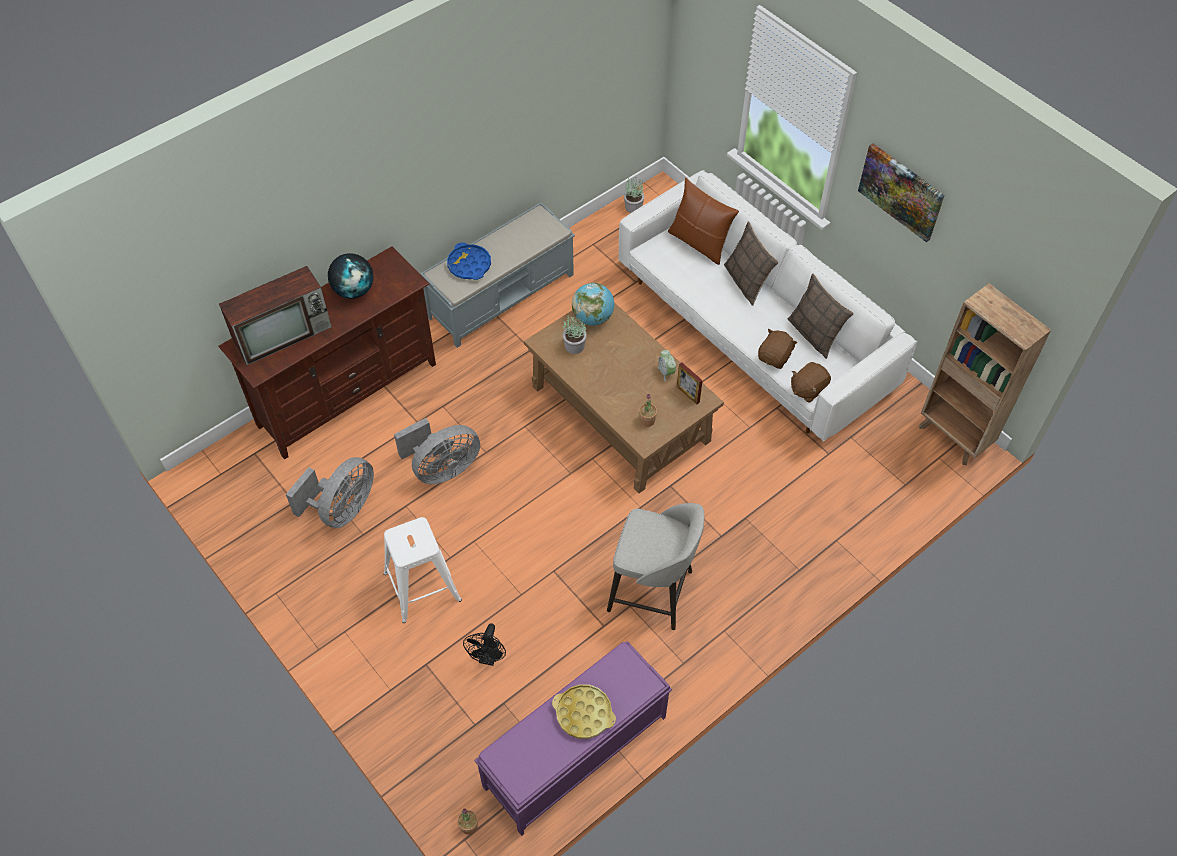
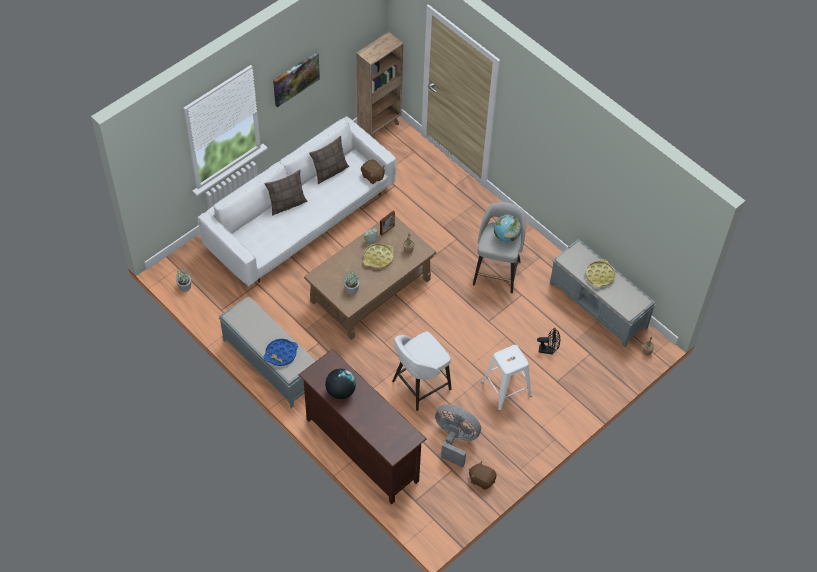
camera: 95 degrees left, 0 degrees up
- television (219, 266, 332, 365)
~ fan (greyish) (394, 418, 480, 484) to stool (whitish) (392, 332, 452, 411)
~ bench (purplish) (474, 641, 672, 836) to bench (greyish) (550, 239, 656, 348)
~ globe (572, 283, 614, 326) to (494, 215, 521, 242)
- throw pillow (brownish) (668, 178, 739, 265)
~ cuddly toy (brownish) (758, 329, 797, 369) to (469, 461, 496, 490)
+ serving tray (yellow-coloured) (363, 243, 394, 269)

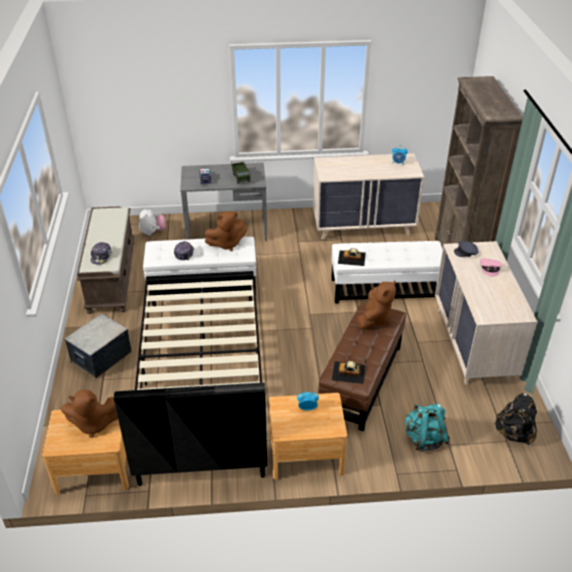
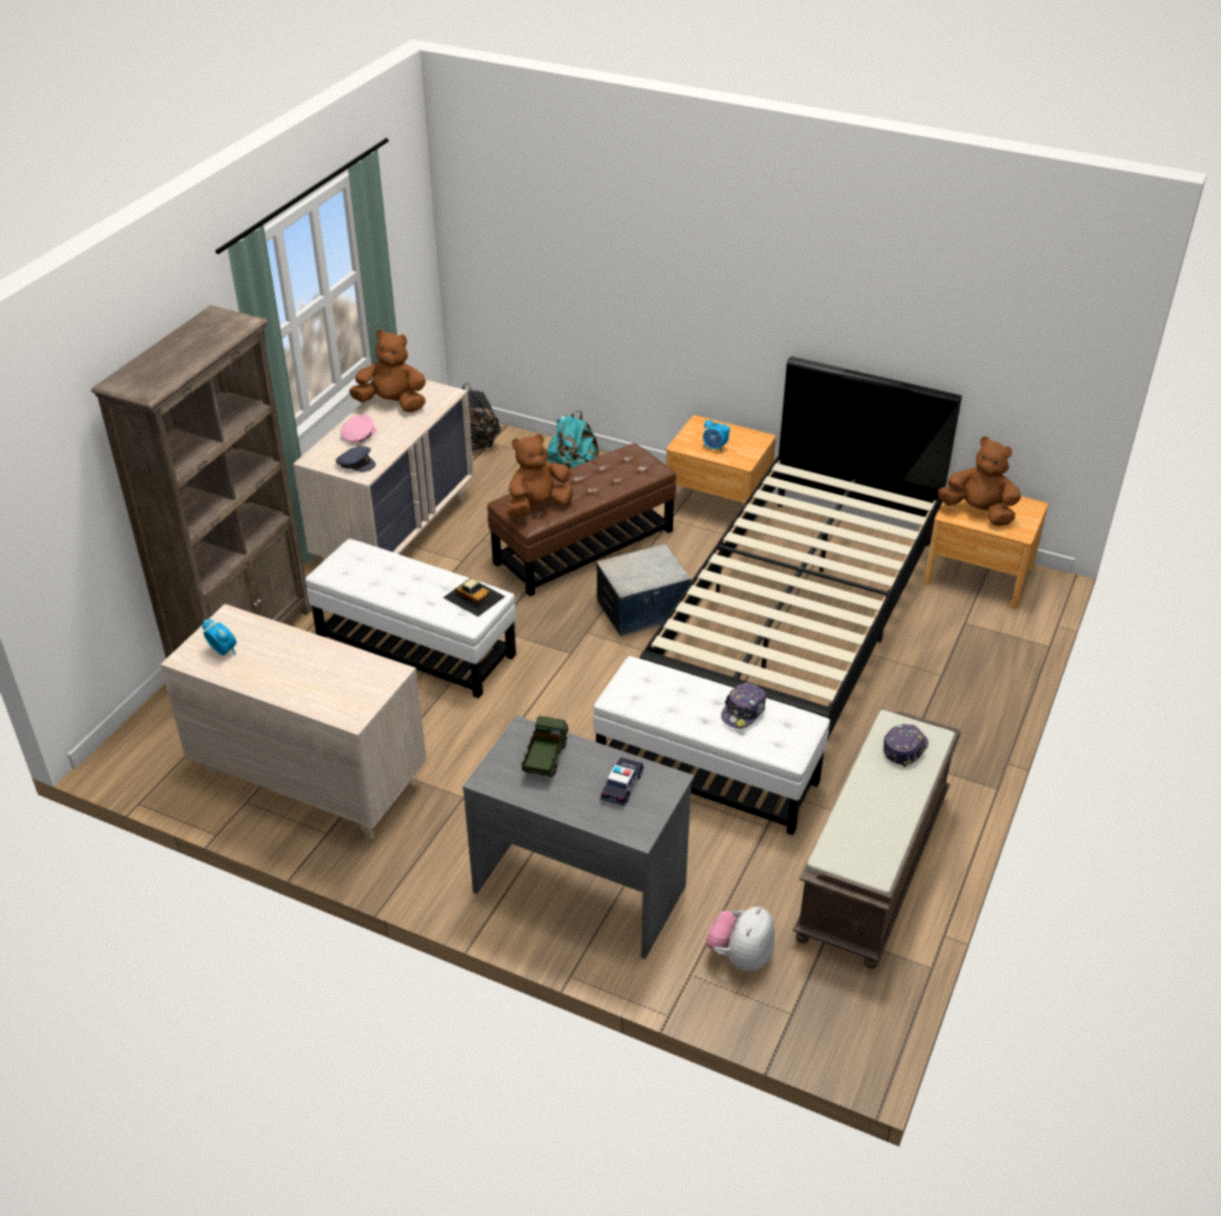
camera: 150 degrees left, 0 degrees up
~ storage bin (64, 313, 132, 378) to (596, 544, 691, 636)
~ cuddly toy (brownish) (205, 211, 247, 251) to (349, 330, 426, 412)
- miniature car (332, 361, 366, 384)

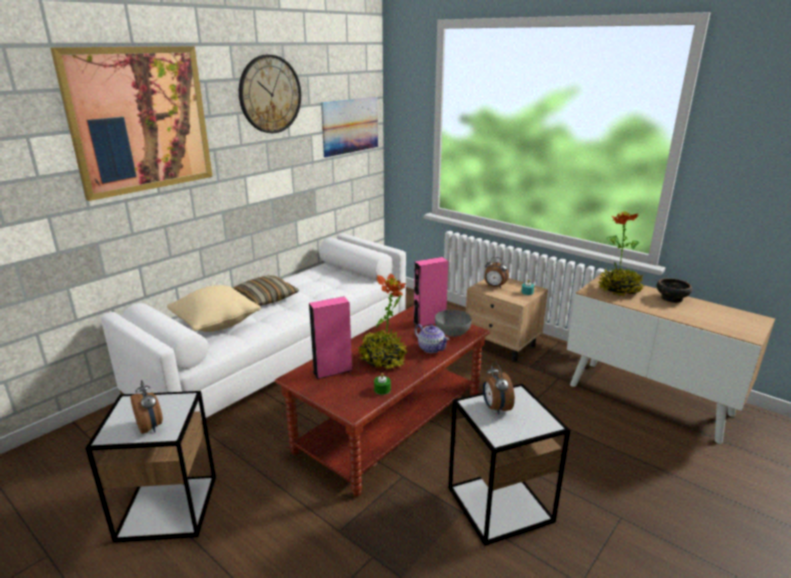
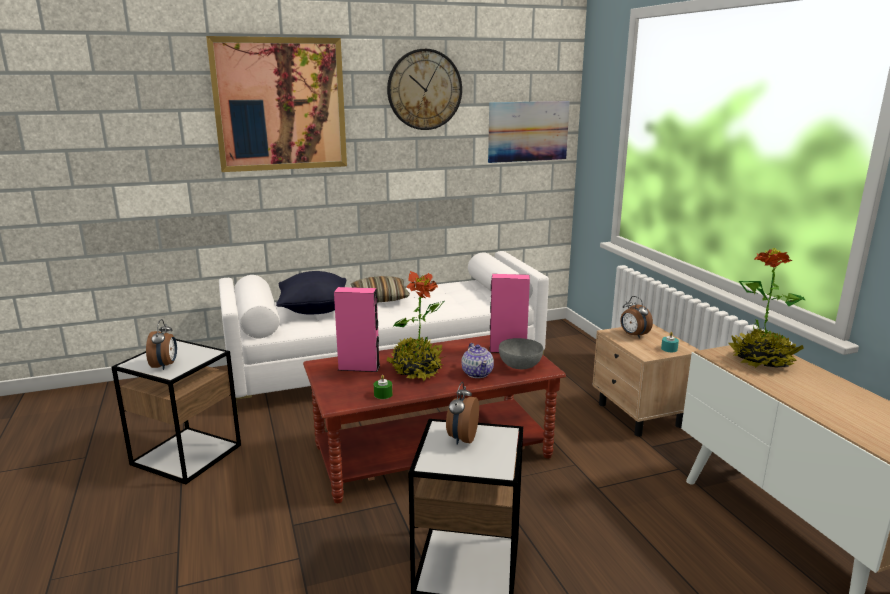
camera: 30 degrees right, 5 degrees down
~ throw pillow (beige) (167, 285, 261, 332) to throw pillow (blackish) (276, 271, 346, 314)
- serving bowl (657, 278, 692, 303)

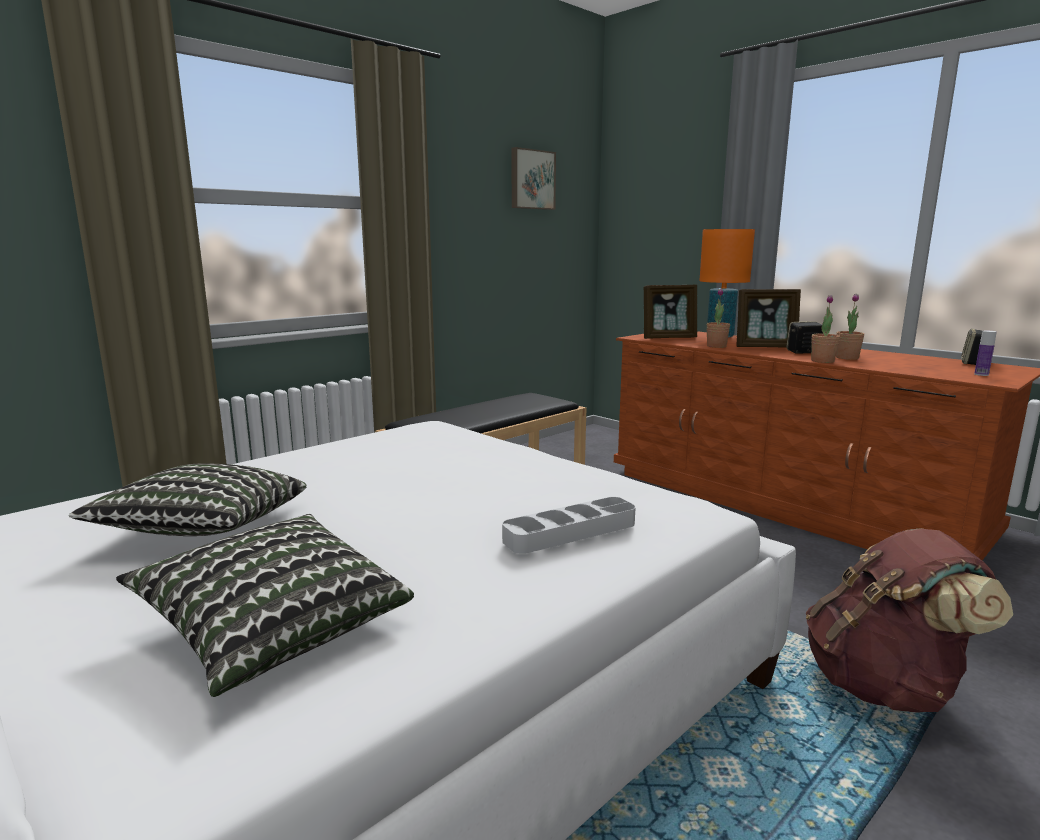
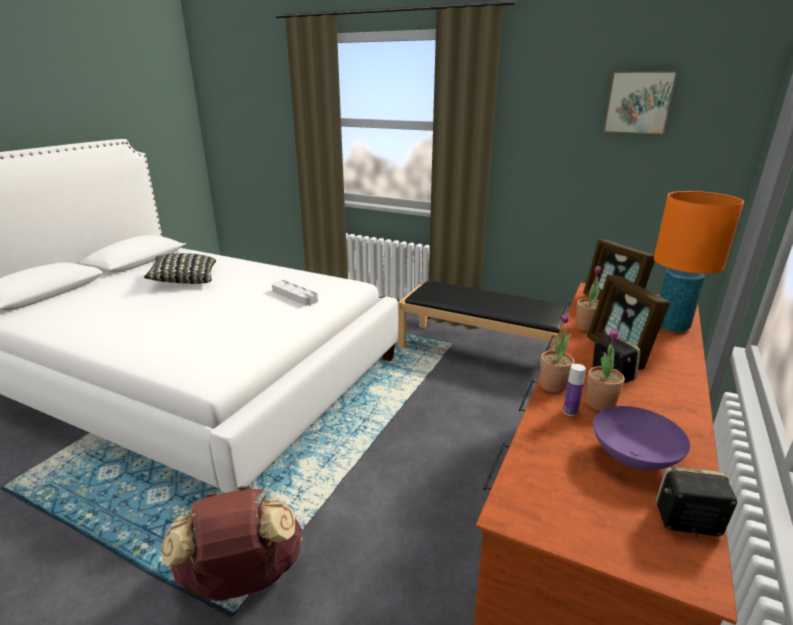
camera: 70 degrees right, 10 degrees up
- throw pillow (116, 514, 414, 697)
~ serving tray (greyish) (502, 497, 636, 554) to (272, 280, 318, 306)
~ drink bottle (974, 330, 997, 376) to (563, 364, 586, 416)
+ serving bowl (purplish) (593, 406, 690, 470)

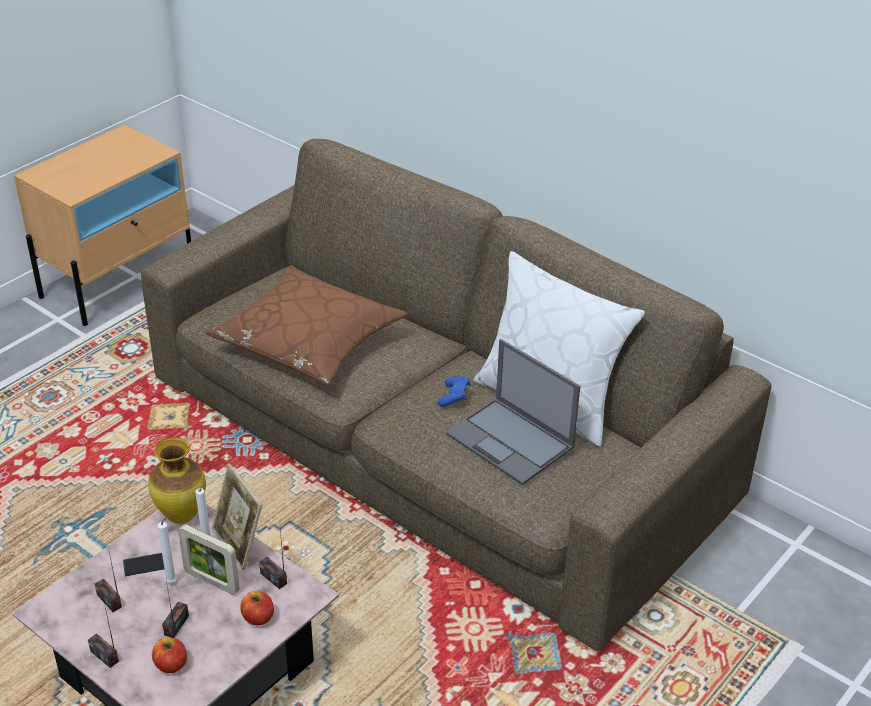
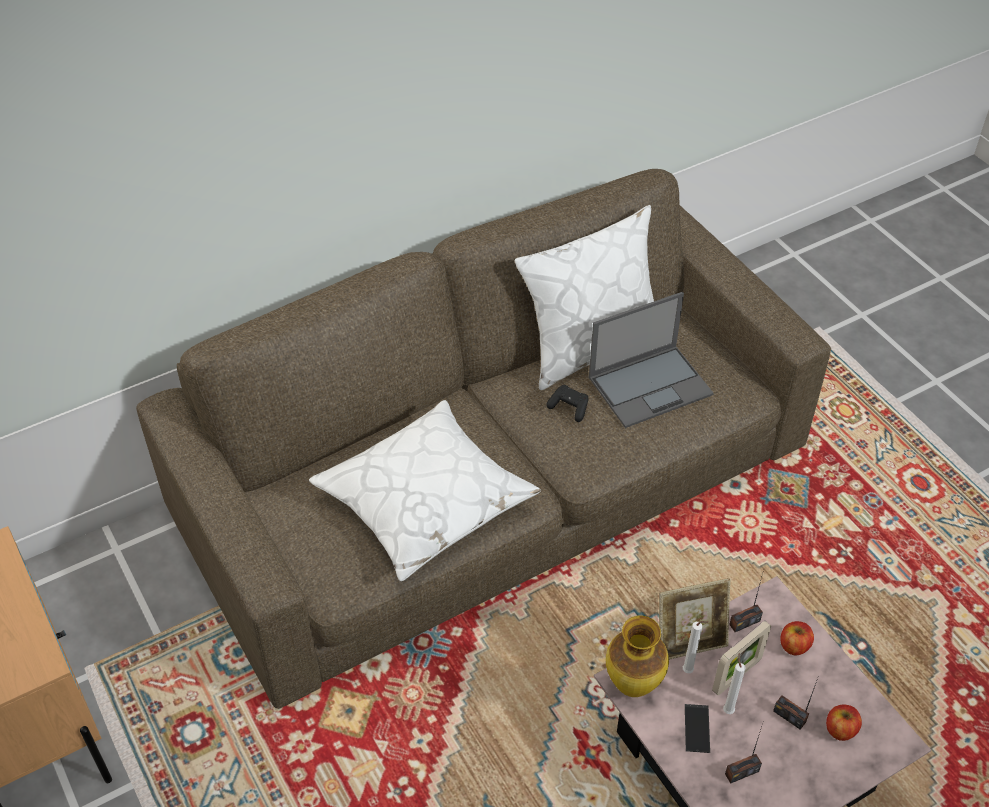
camera: 70 degrees left, 10 degrees up
- radio receiver (88, 603, 119, 668)
~ throw pillow (brownish) (205, 268, 408, 385) to throw pillow (whitish) (309, 400, 541, 581)
~ joypad (blue) (438, 377, 471, 407) to joypad (blackish) (546, 385, 588, 422)

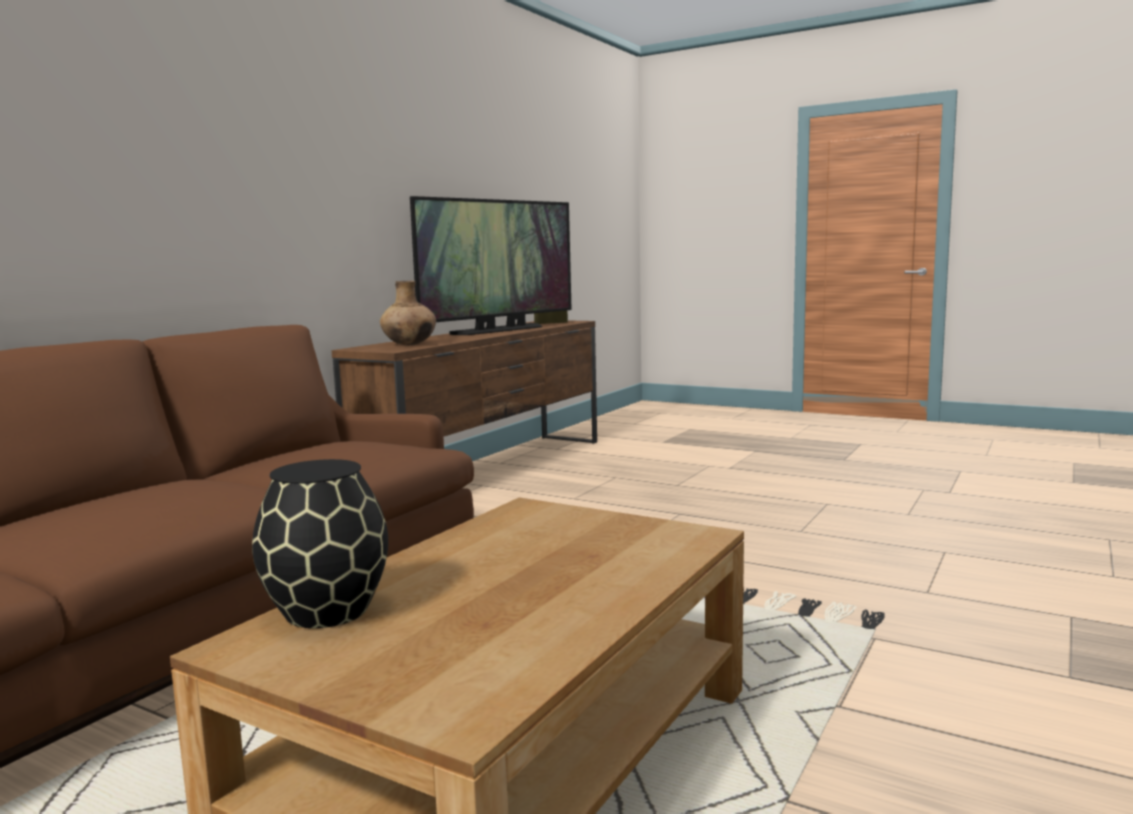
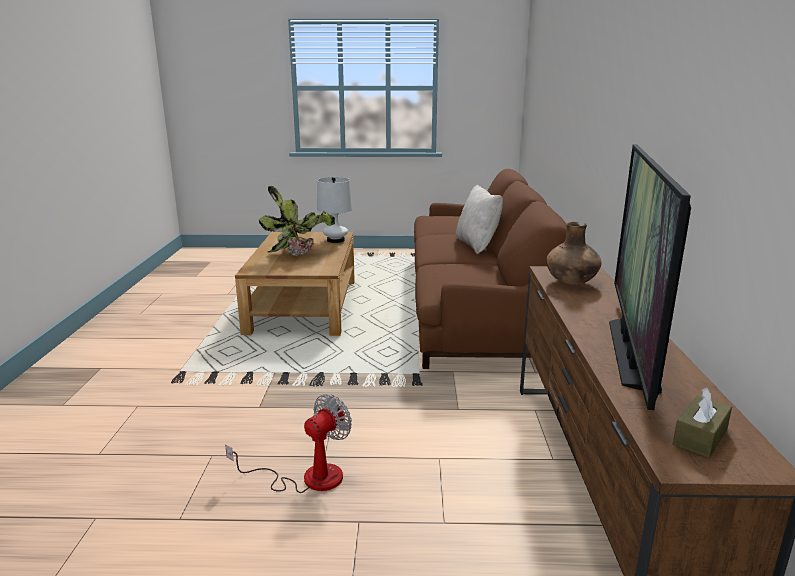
camera: 150 degrees right, 10 degrees up
~ vase (blackish) (252, 459, 388, 628) to lamp for a table (whitish) (317, 177, 352, 243)
+ fan (225, 394, 352, 493)
+ plant in a pot (259, 186, 335, 256)
+ throw pillow (beige) (456, 185, 503, 254)

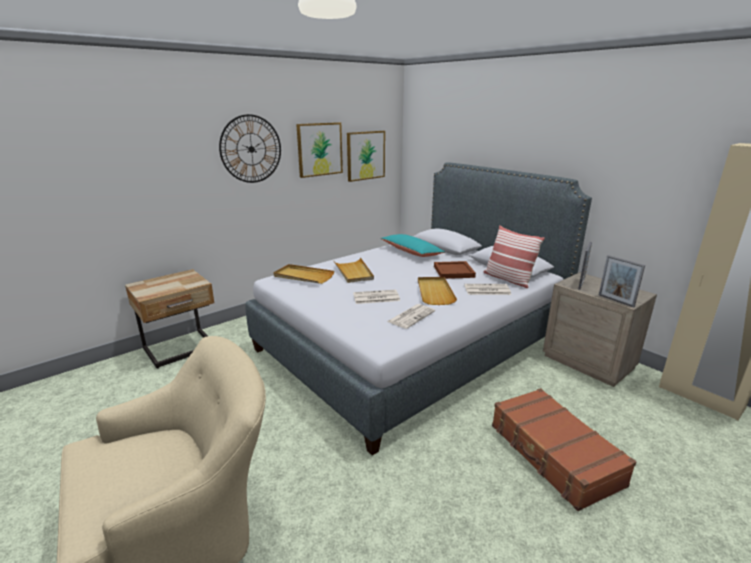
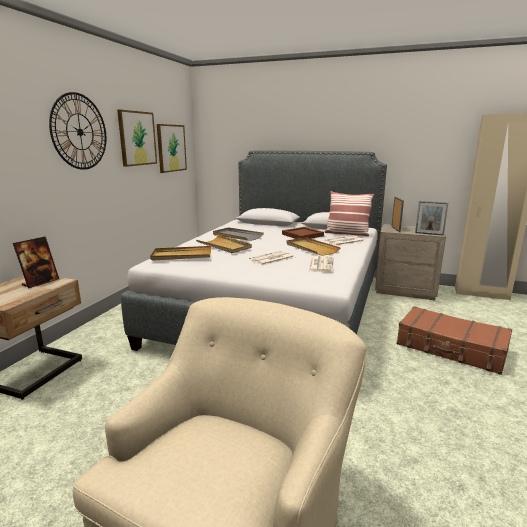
camera: 30 degrees left, 5 degrees down
- throw pillow (turquoise-coloured) (381, 234, 445, 257)
+ photo frame (13, 236, 59, 288)
+ serving tray (greyish) (213, 227, 264, 241)

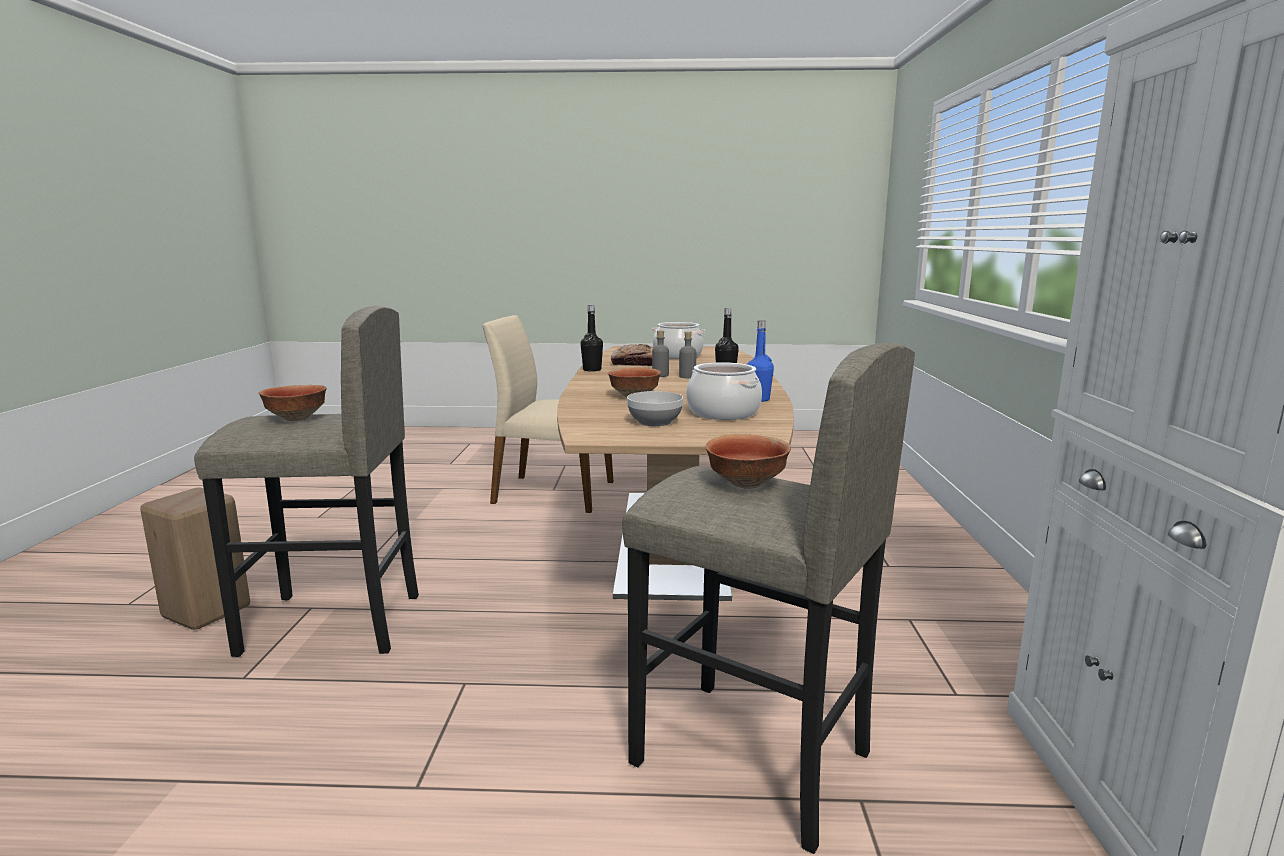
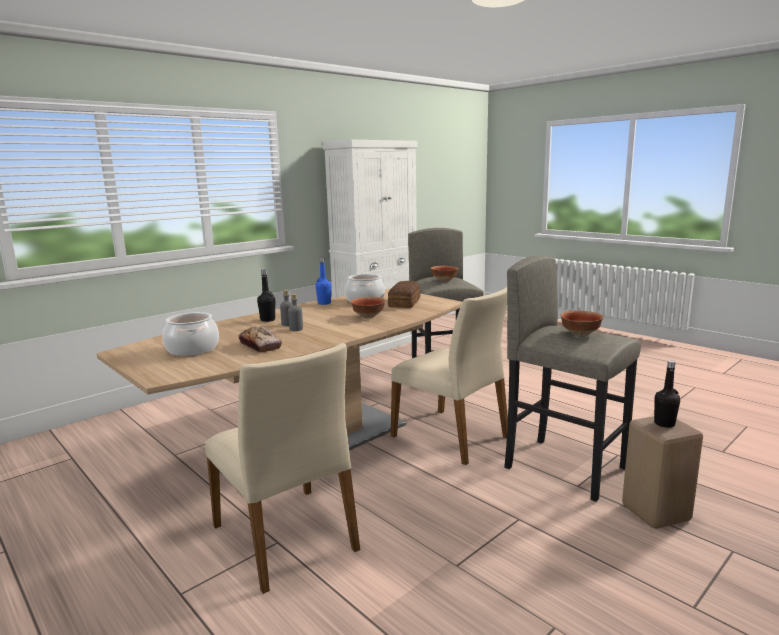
camera: 135 degrees left, 0 degrees up
~ drink bottle (blackish) (581, 305, 603, 372) to (654, 360, 680, 428)
~ serving bowl (627, 391, 683, 426) to bakery bread (388, 281, 420, 308)
+ plain chair (beige) (391, 287, 508, 465)

